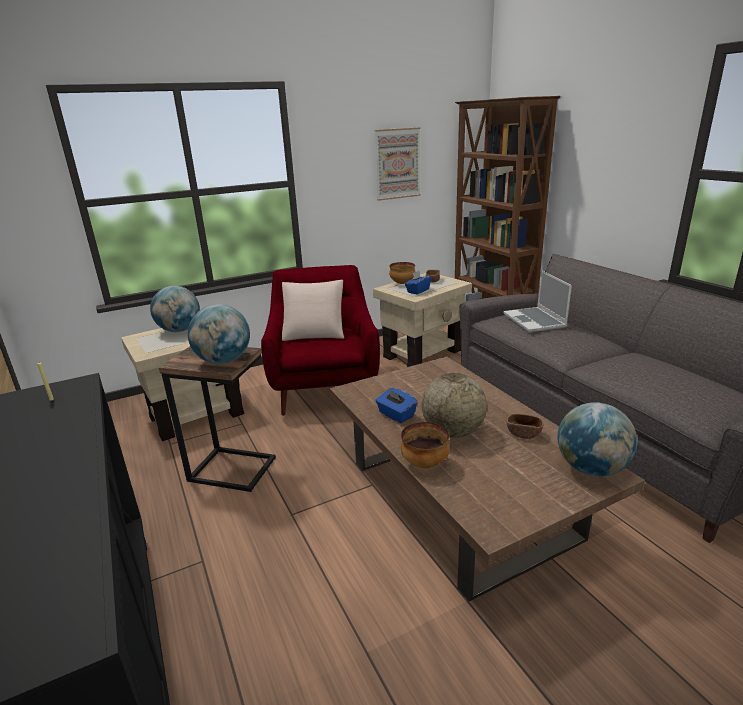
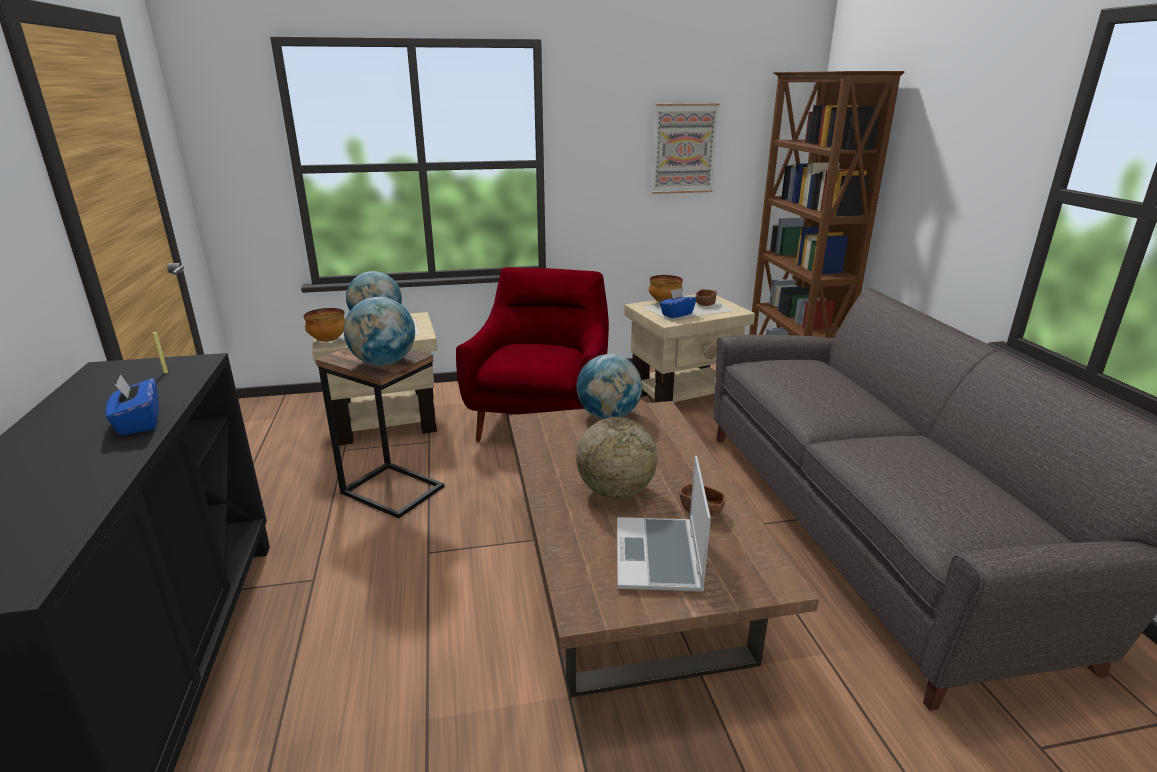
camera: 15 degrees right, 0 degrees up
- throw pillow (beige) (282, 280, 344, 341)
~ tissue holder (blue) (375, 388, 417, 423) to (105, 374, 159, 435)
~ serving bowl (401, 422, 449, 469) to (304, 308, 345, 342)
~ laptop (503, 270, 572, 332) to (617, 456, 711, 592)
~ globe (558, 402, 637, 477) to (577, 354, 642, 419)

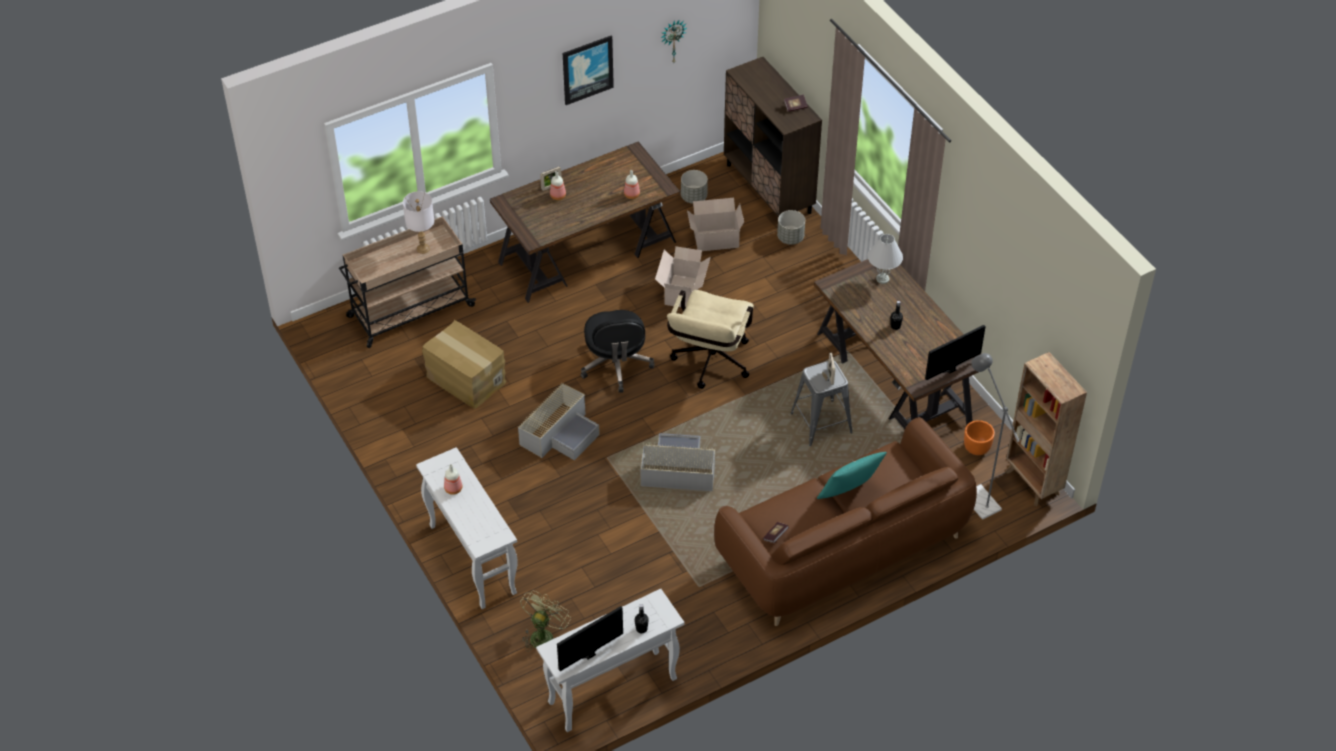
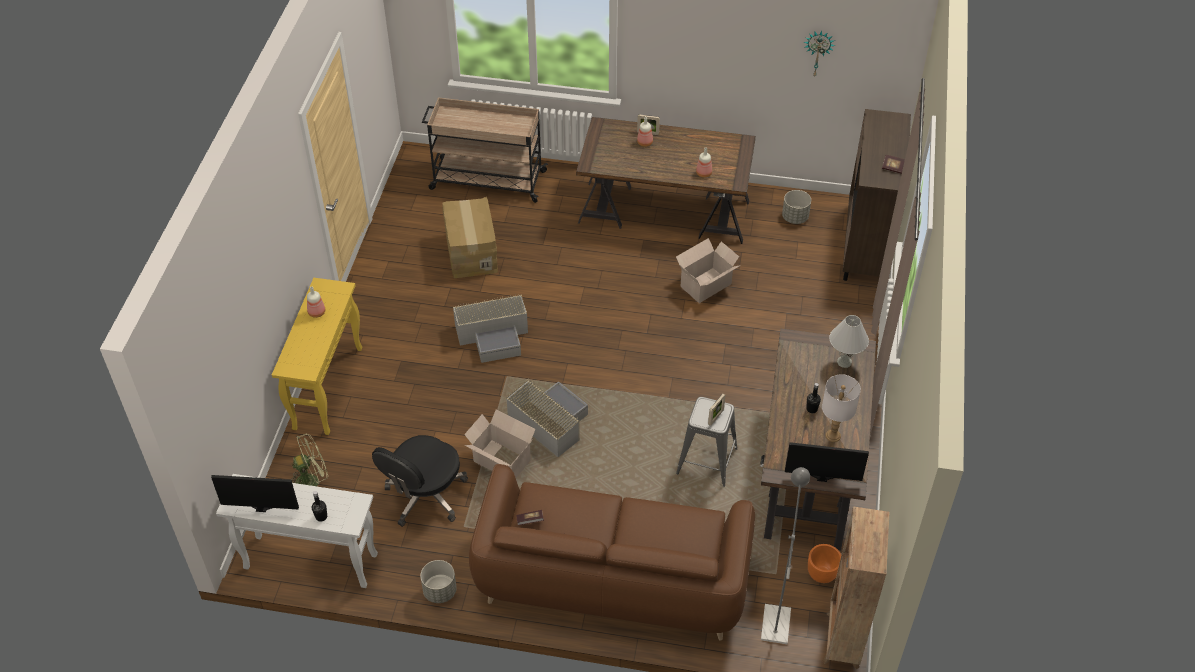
camera: 40 degrees right, 0 degrees up
~ lamp for a table (whitish) (403, 191, 434, 254) to (822, 374, 861, 442)
~ narrow table (whitish) (416, 447, 518, 609) to narrow table (yellow-coloured) (272, 278, 362, 435)
- wall art (563, 36, 614, 105)
~ office chair (blackish) (581, 310, 655, 392) to (372, 435, 468, 527)
- office chair (beige) (667, 290, 754, 389)
~ carton (687, 198, 744, 251) to (464, 409, 536, 478)
~ planter (greyish) (777, 210, 805, 245) to (420, 560, 456, 603)
- throw pillow (turquoise-coloured) (817, 452, 887, 499)

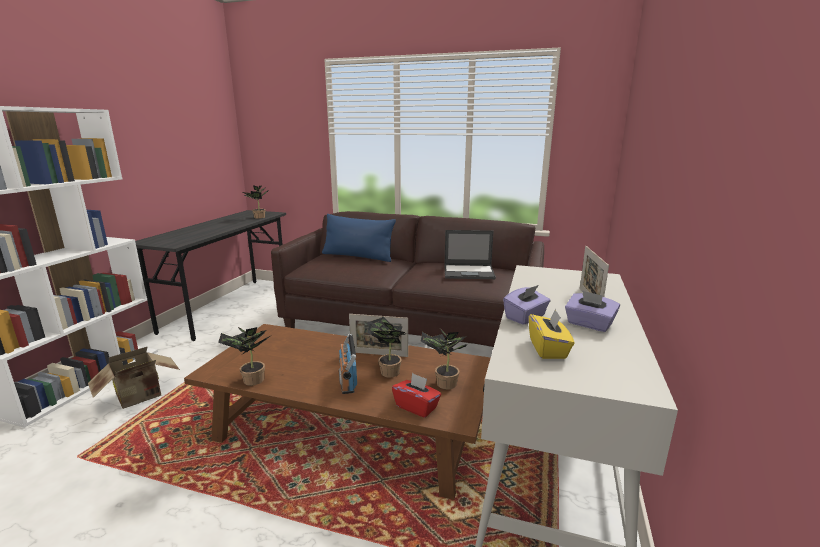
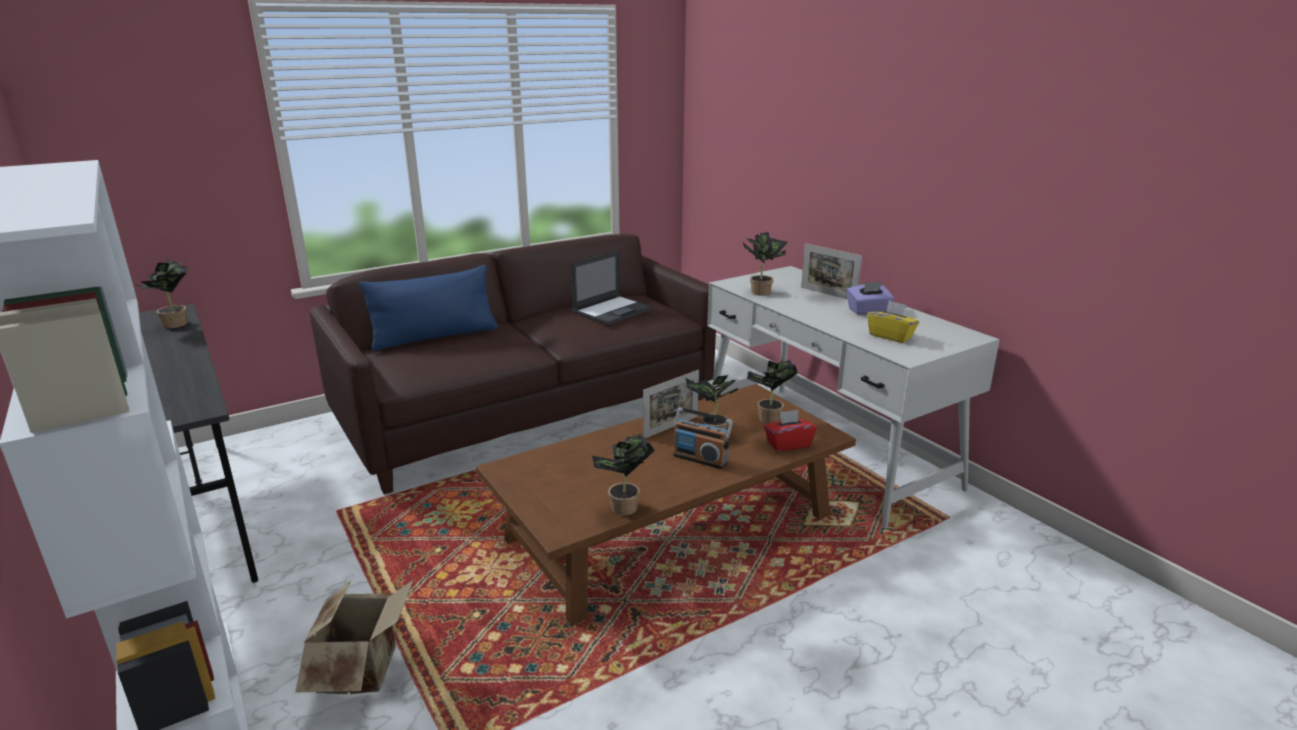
camera: 50 degrees left, 5 degrees up
- tissue holder (purplish) (503, 285, 550, 325)
+ plant in a pot (742, 232, 788, 296)

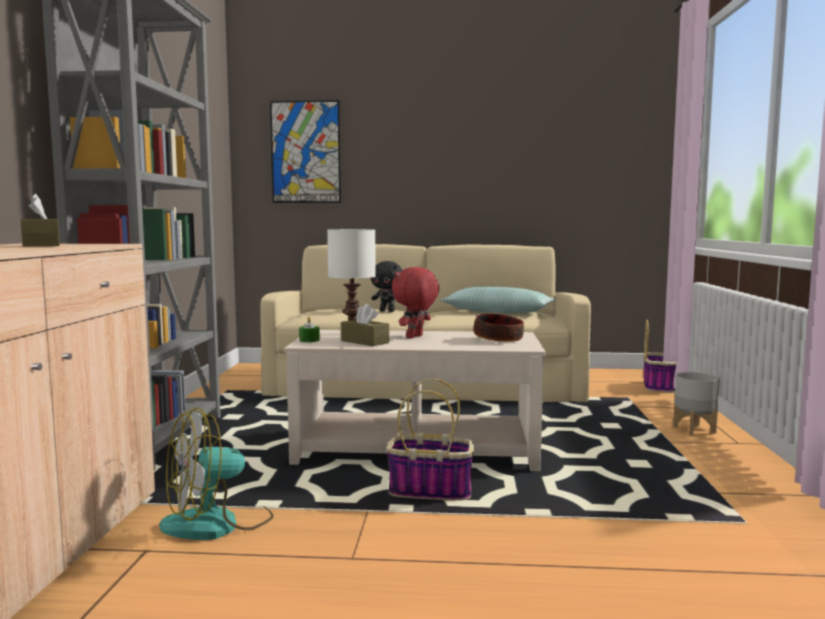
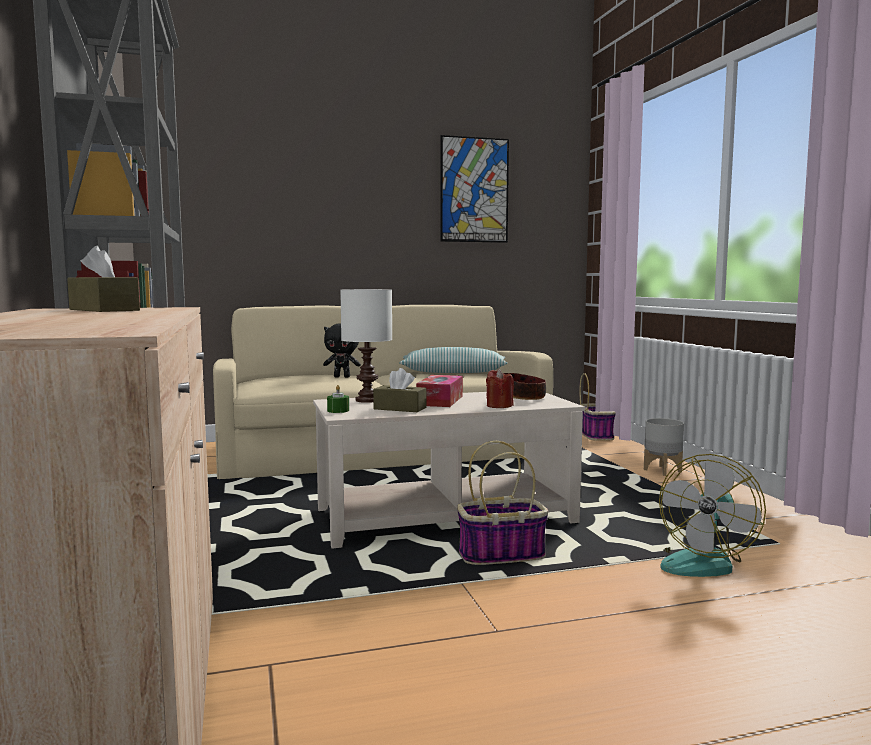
camera: 20 degrees left, 0 degrees up
~ fan (159, 408, 273, 540) to (659, 454, 766, 577)
~ wall art (270, 100, 341, 203) to (440, 135, 509, 243)
~ cuddly toy (red-coloured) (392, 267, 439, 339) to tissue holder (416, 375, 463, 407)
+ candle (red-coloured) (486, 369, 514, 408)

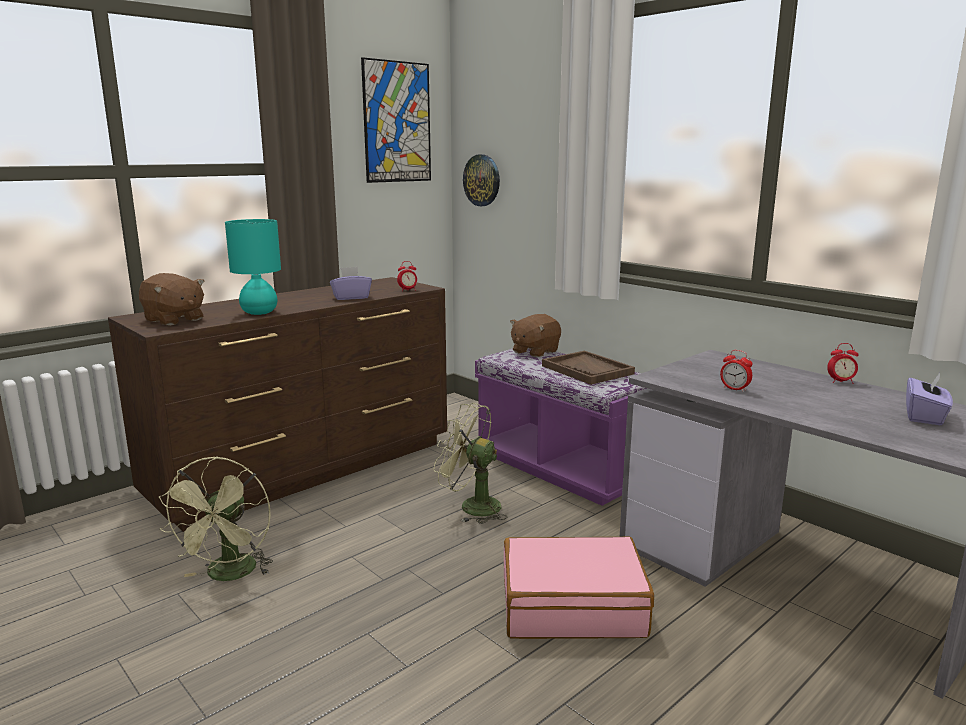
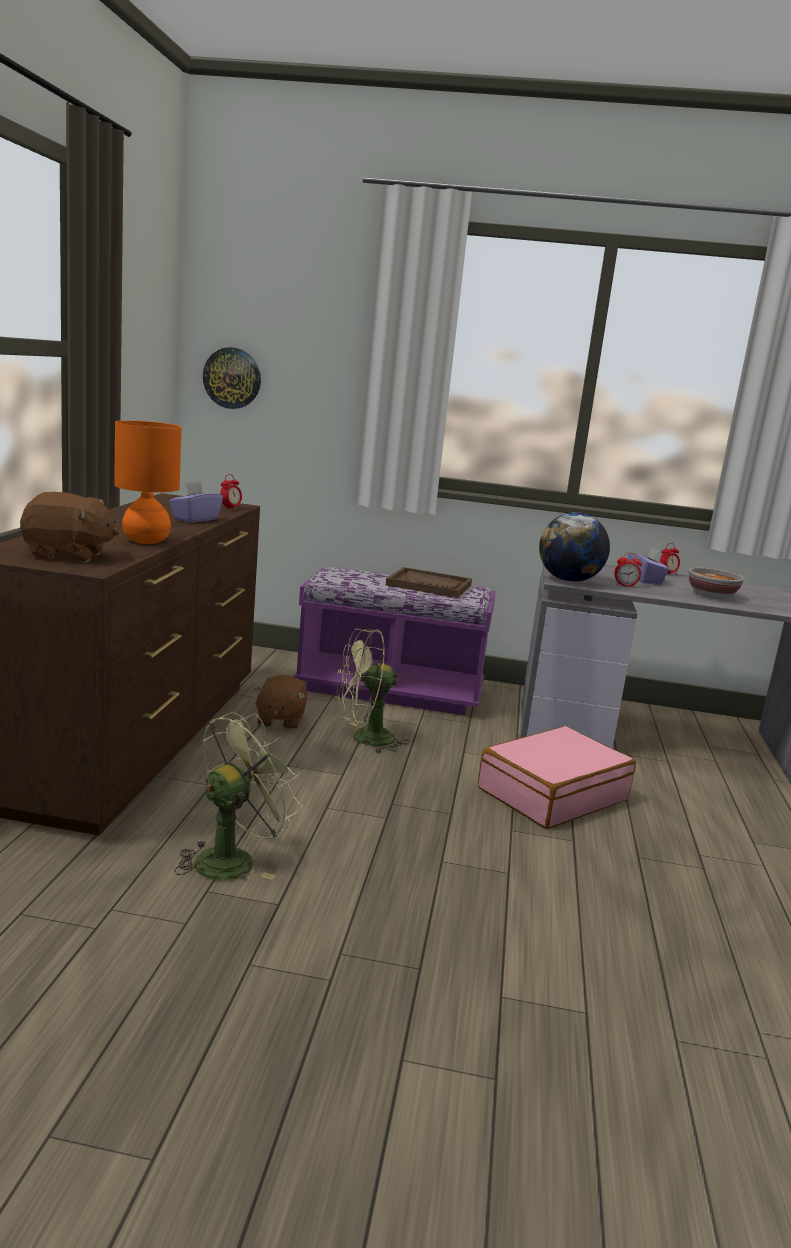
camera: 40 degrees left, 0 degrees up
~ fan (green) (159, 456, 273, 581) = (174, 712, 303, 880) 105 degrees counterclockwise
~ lamp for a table (turquoise-coloured) (225, 219, 281, 315) to lamp for a table (orange-coloured) (114, 420, 182, 544)
- wall art (361, 57, 431, 183)
~ cuddly toy (brownish) (510, 314, 561, 357) to (254, 675, 307, 730)
~ tissue holder (purplish) (906, 374, 953, 425) to (628, 547, 669, 584)
+ globe (539, 512, 610, 582)
+ serving bowl (689, 567, 744, 599)

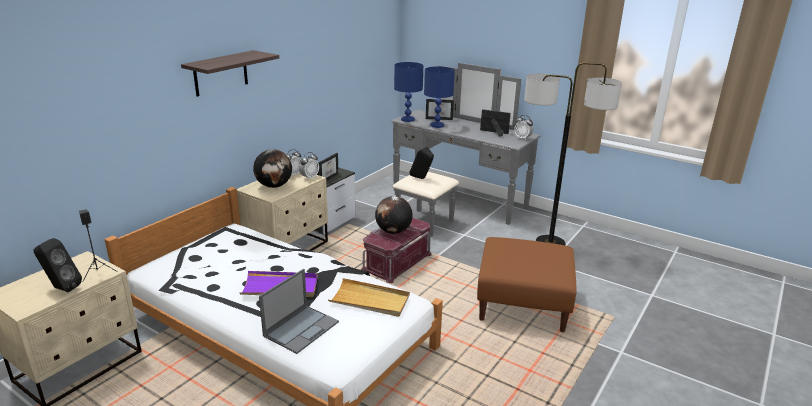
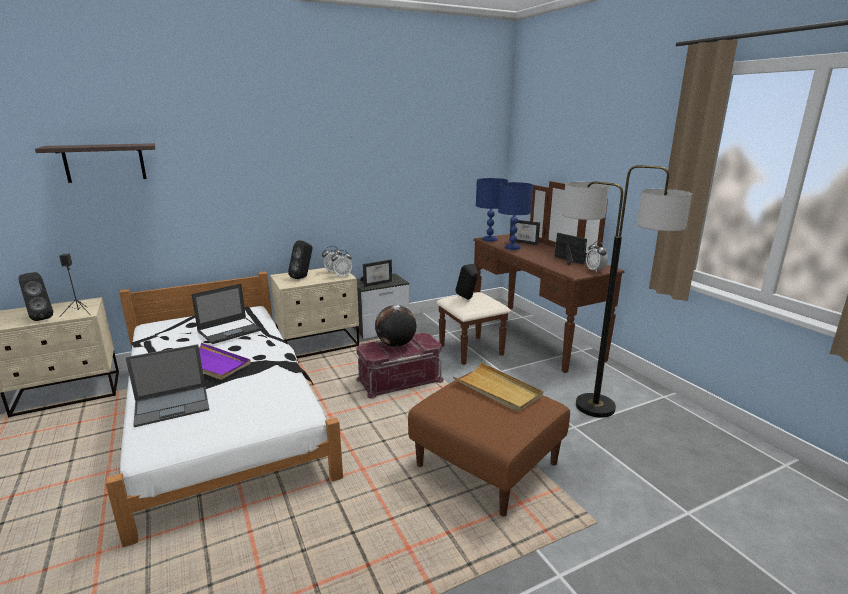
camera: 30 degrees right, 5 degrees down
~ shelf (181, 50, 279, 97) to (35, 143, 155, 183)
~ globe (253, 149, 292, 188) to loudspeaker (blackish) (288, 240, 312, 279)
~ serving tray (beige) (328, 278, 410, 317) to (453, 362, 543, 412)
~ dresser (greyish) (391, 63, 540, 237) to dresser (brownish) (437, 181, 624, 373)
+ laptop (191, 284, 261, 344)

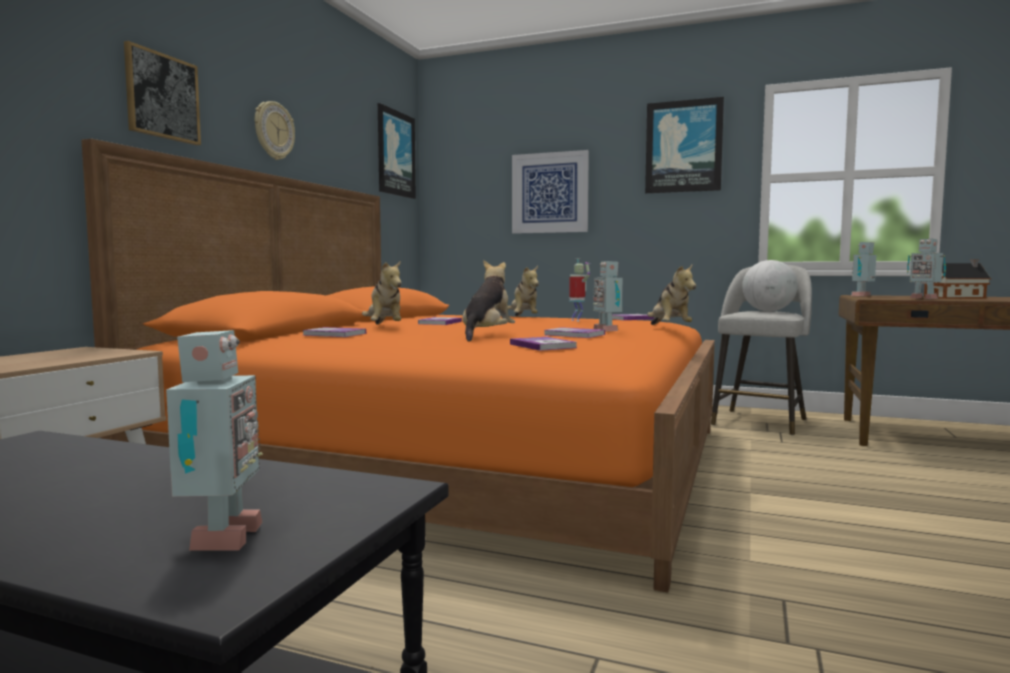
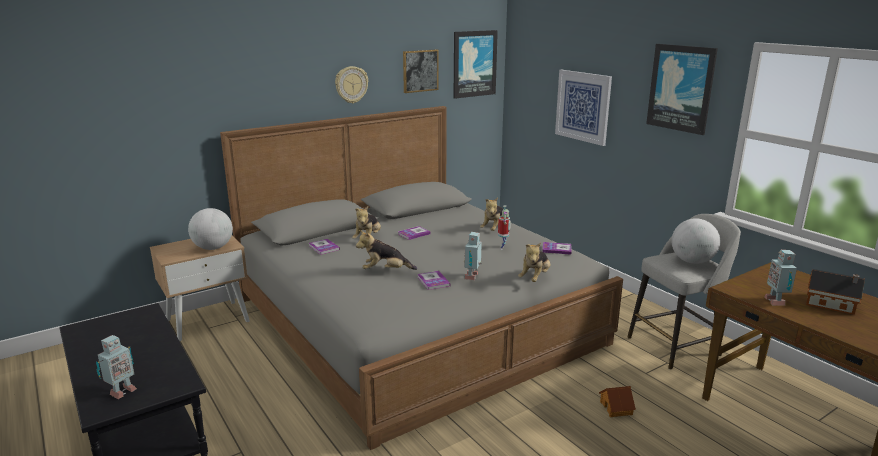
camera: 35 degrees right, 15 degrees up
~ sleeping bed (orange-coloured) (81, 139, 715, 593) to sleeping bed (greyish) (220, 106, 623, 450)
~ wall art (124, 41, 201, 145) to (403, 49, 439, 93)
~ cuddly toy (462, 260, 515, 342) = (356, 230, 417, 270) 150 degrees counterclockwise
- bound book (510, 337, 577, 351)
- toy robot (851, 242, 876, 296)
+ globe (188, 208, 233, 250)
+ miniature house (599, 386, 636, 417)

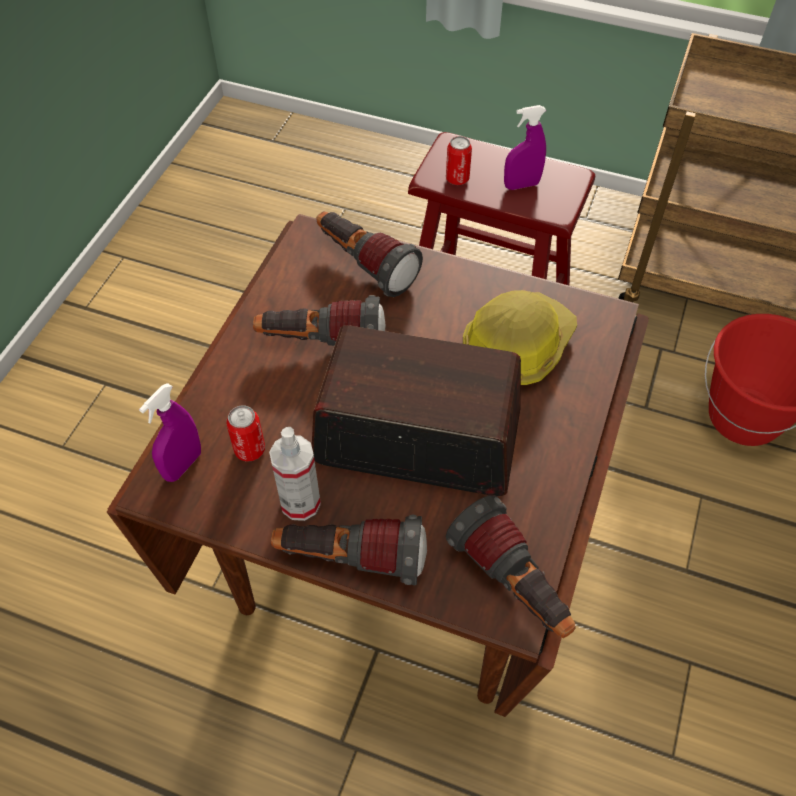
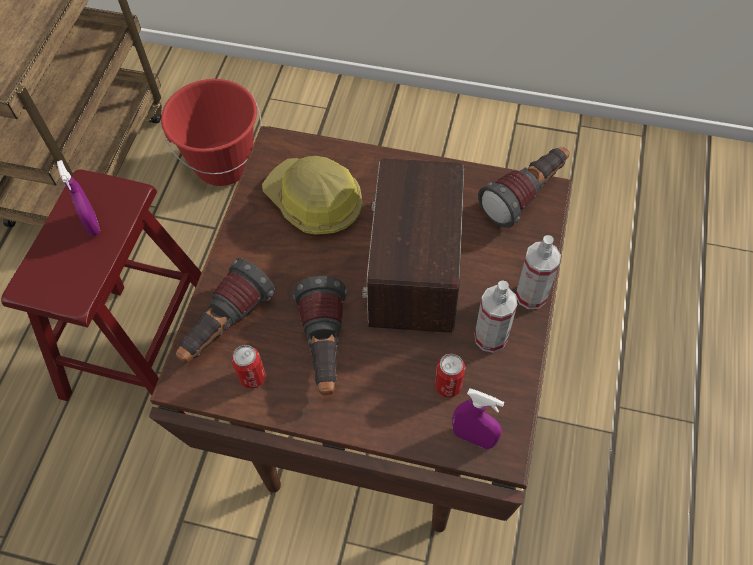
camera: 95 degrees left, 5 degrees up
~ hand torch (271, 515, 427, 585) to hand sprayer (516, 235, 561, 309)
~ metal can (446, 136, 472, 185) to (231, 345, 266, 389)

